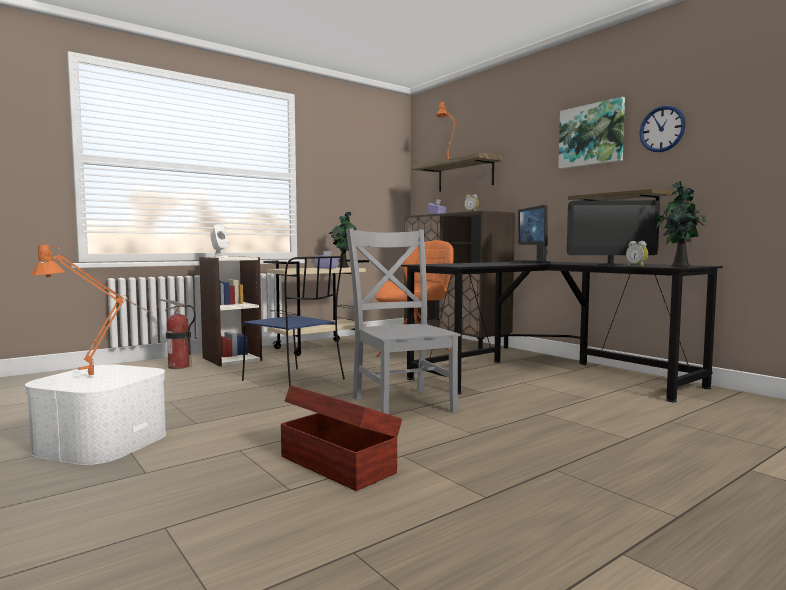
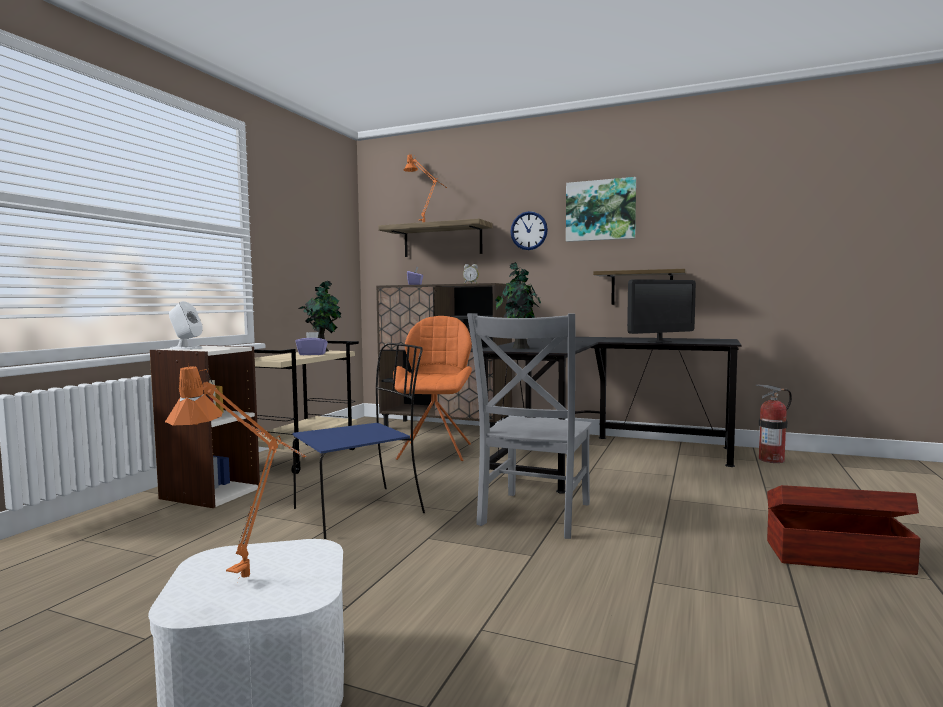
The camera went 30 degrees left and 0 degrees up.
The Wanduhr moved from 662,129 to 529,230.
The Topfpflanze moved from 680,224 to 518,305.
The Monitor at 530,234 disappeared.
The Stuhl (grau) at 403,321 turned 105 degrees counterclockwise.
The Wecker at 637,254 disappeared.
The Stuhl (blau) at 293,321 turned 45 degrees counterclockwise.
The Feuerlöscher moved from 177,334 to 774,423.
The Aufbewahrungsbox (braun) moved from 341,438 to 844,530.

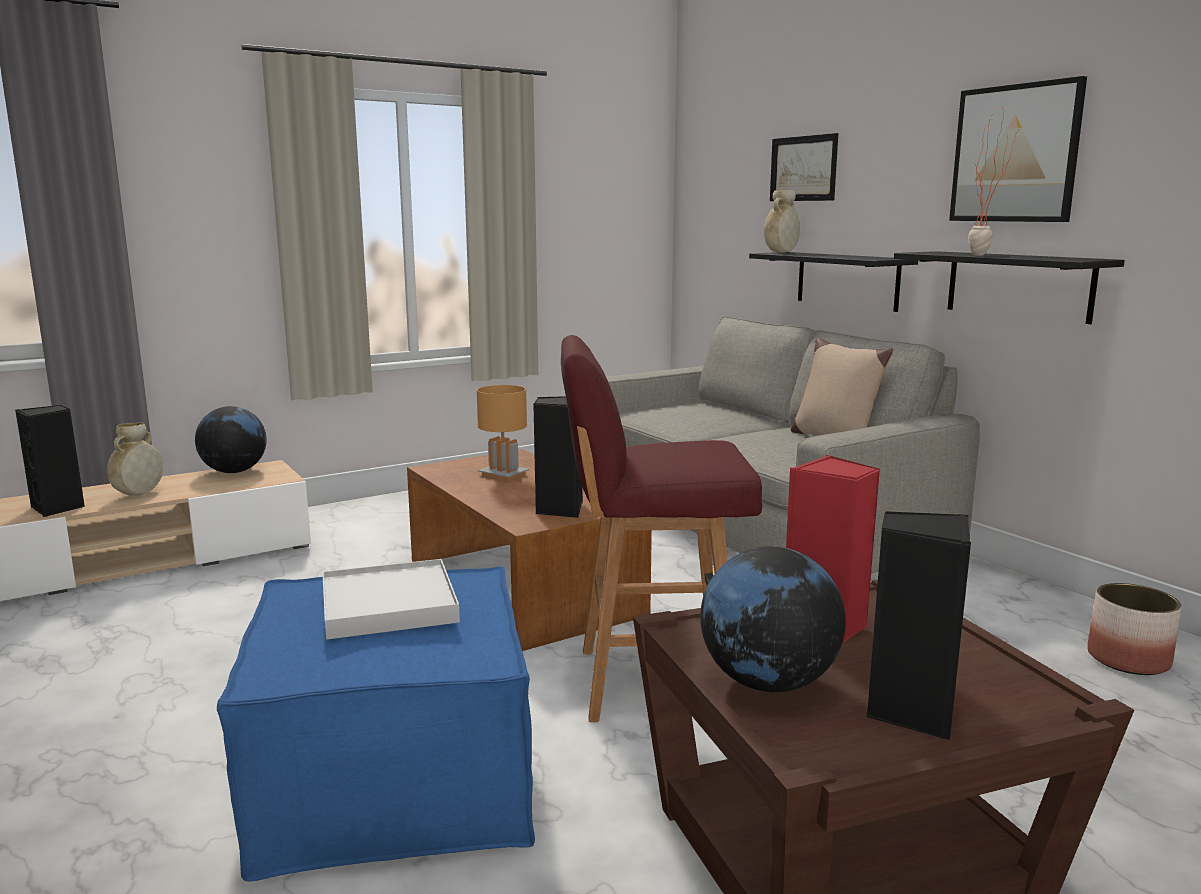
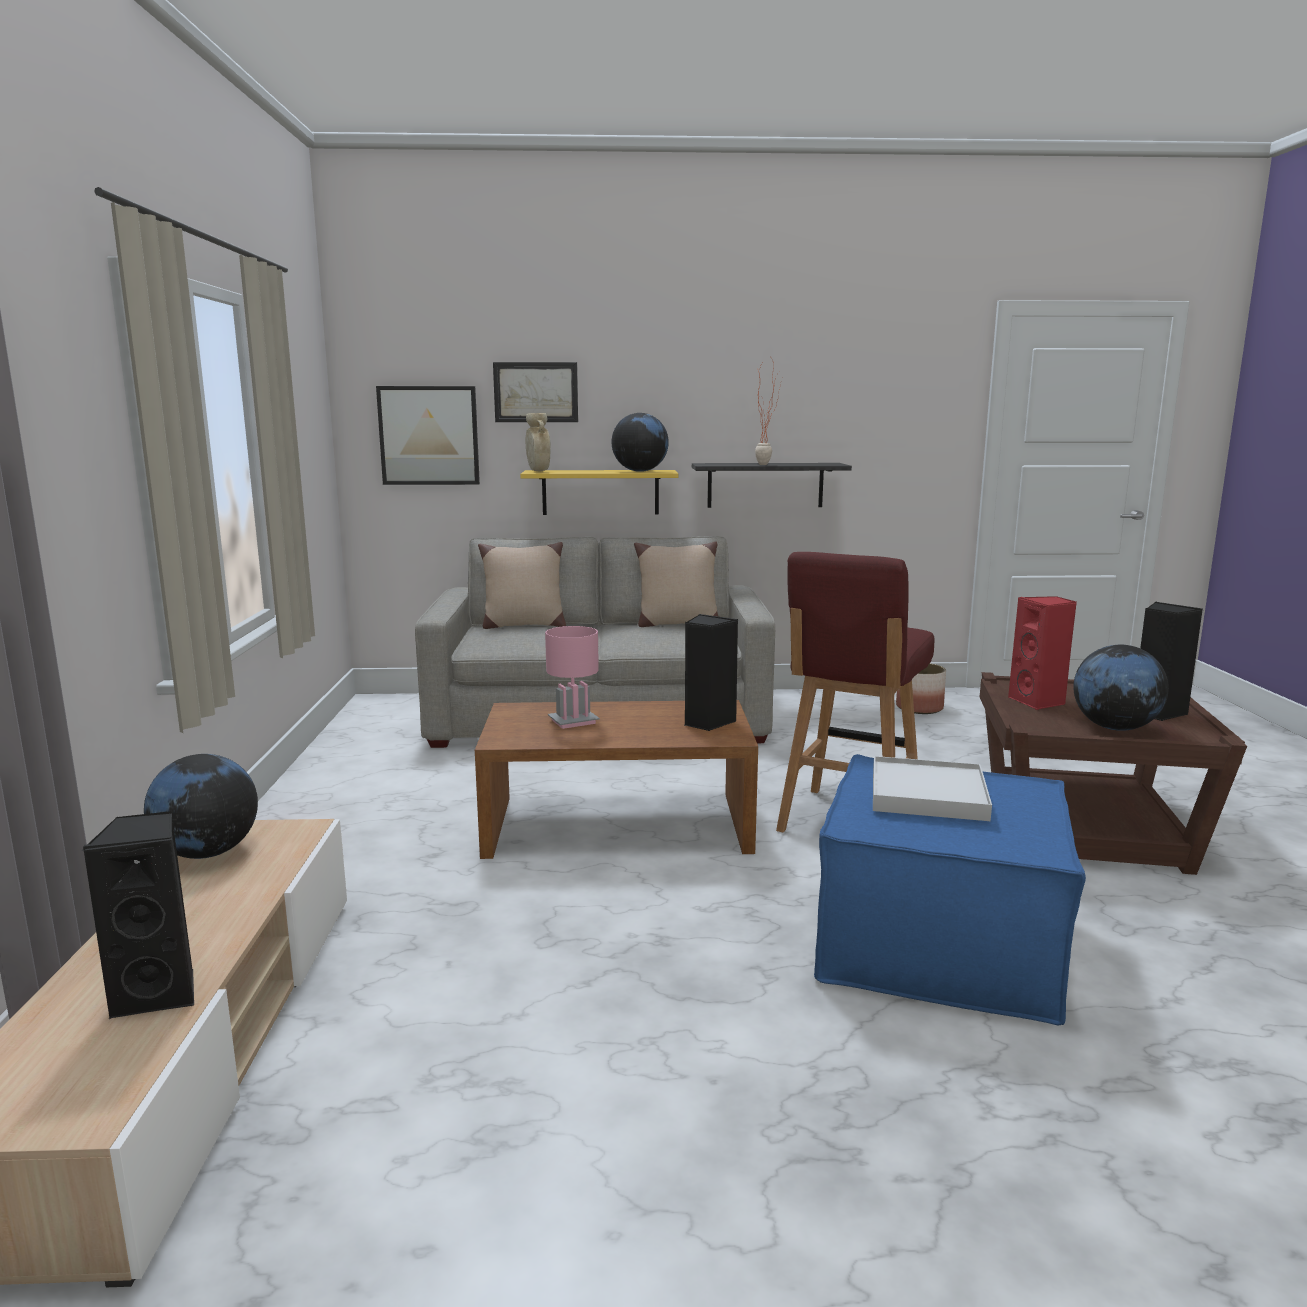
The camera went 60 degrees left and 0 degrees up.
The Bild moved from 1018,149 to 428,435.
The Wandregal (schwarz) at 833,282 became the Wandregal (gelb) at 599,492.
The Tischlampe (braun) at 503,433 became the Tischlampe (rosa) at 572,677.
The Vase (beige) at 135,459 disappeared.
The Globus at 640,442 appeared.
The Kissen (beige) at 522,585 appeared.

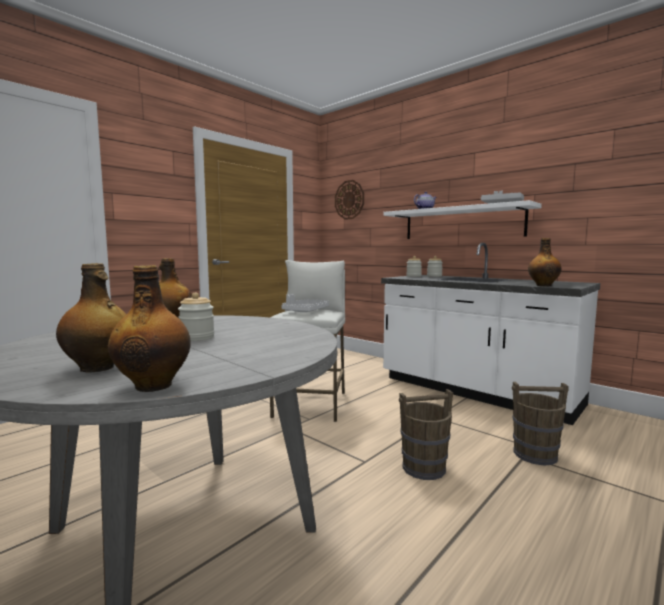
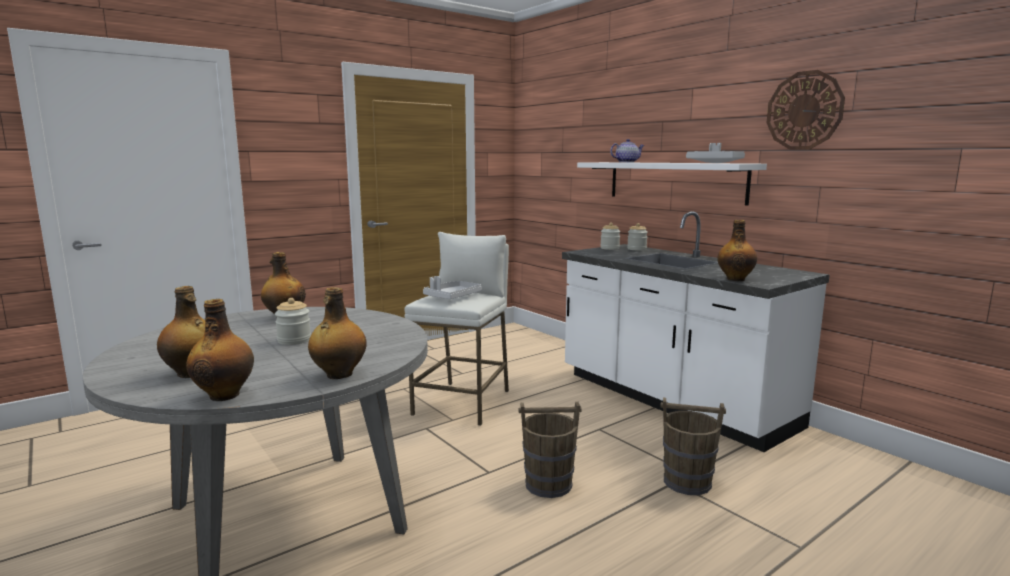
The camera went 10 degrees right and 5 degrees up.
The Wanduhr moved from 349,200 to 806,110.
The Flasche at 337,333 appeared.

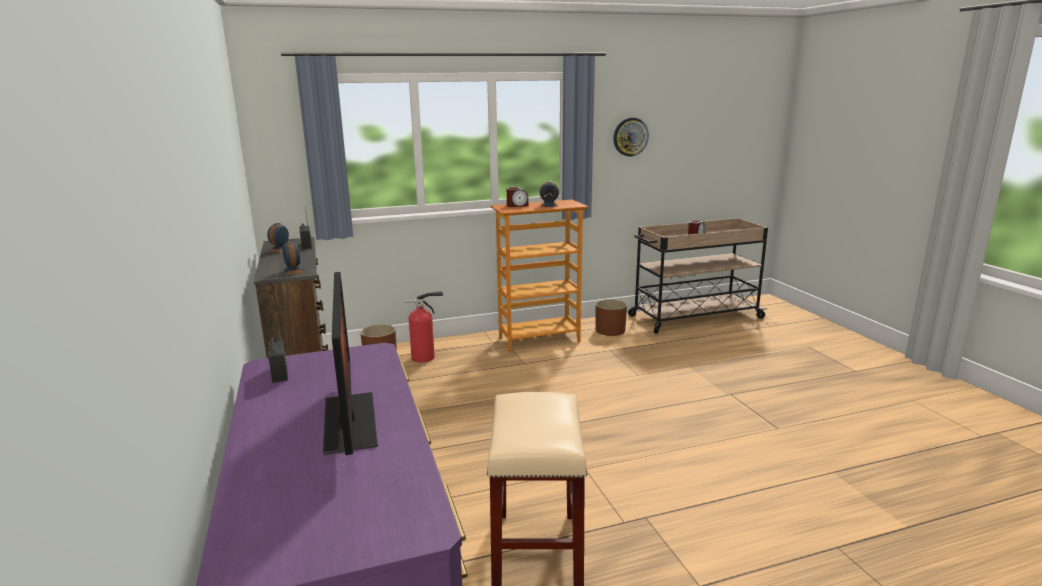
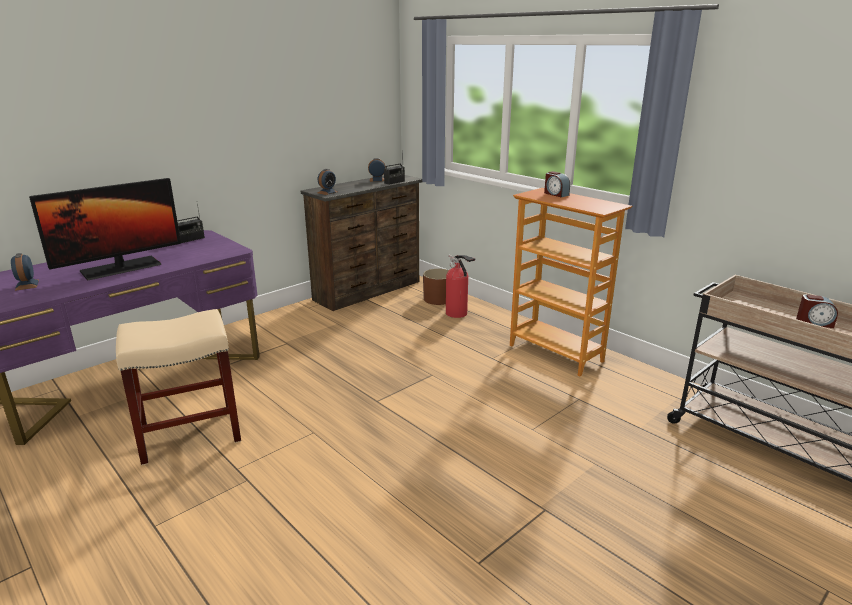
The camera went 65 degrees right and 5 degrees up.
The Wanduhr at 631,137 disappeared.
The Wecker moved from 549,194 to 25,272.
The Pflanzkübel (braun) at 611,317 disappeared.

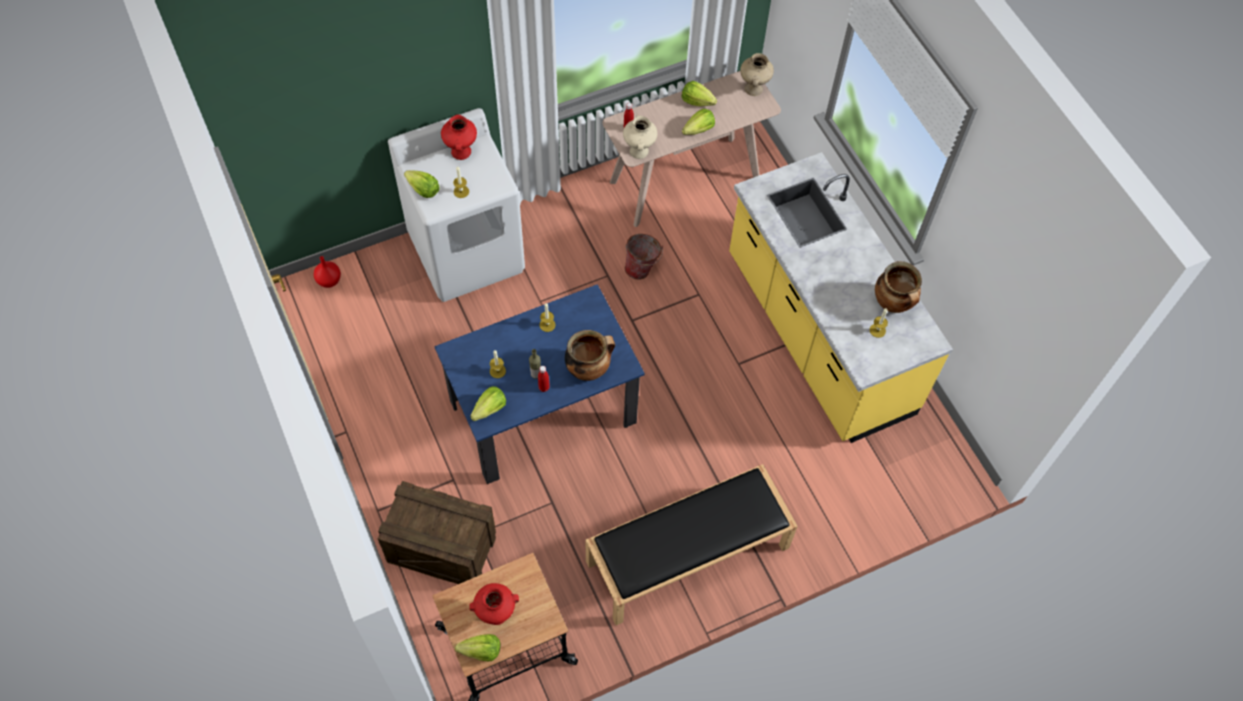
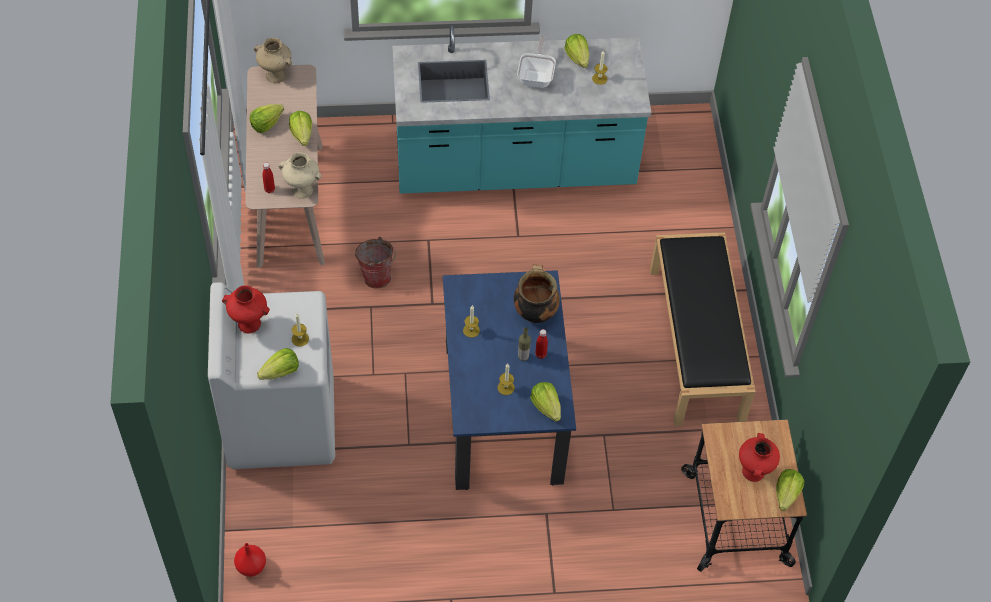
The camera went 70 degrees left and 5 degrees down.
The Küchenzeile (gelb) at 841,297 became the Küchenzeile (türkis) at 522,109.
The Kochtopf at 898,287 was replaced by the Salatkopf at 576,51.
The Kiste at 437,532 disappeared.
The Pfanne at 536,62 appeared.

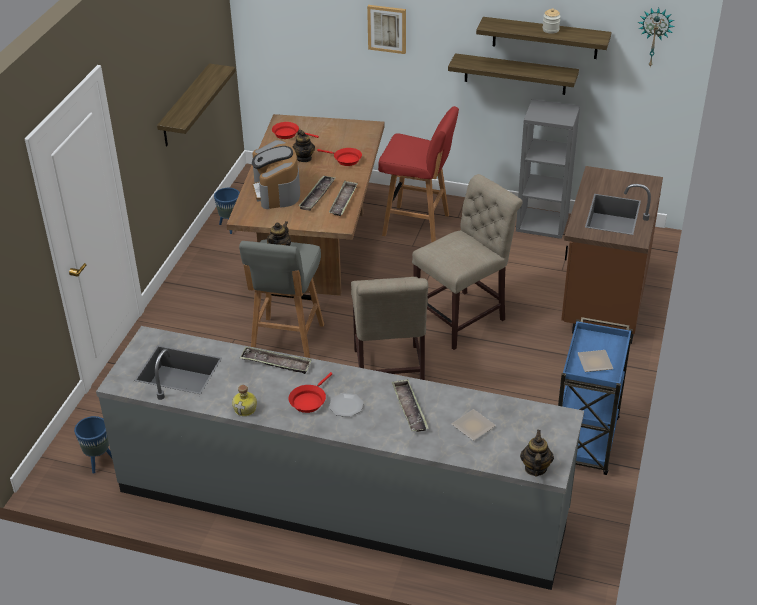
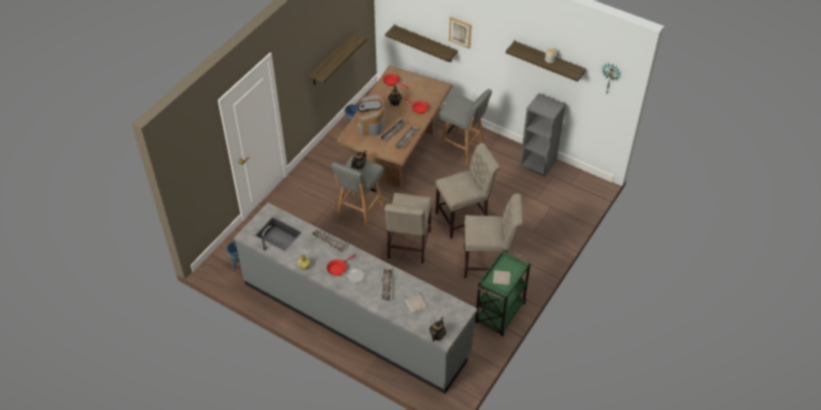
The camera went 15 degrees right and 10 degrees up.
The Wandregal moved from 513,74 to 421,43.
The Hocker (rot) at 418,174 became the Hocker (grau) at 465,127.
The Küchenzeile (braun) at 612,255 disappeared.
The Rollwagen (blau) at 595,396 became the Rollwagen (grün) at 503,292.
The Stuhl (beige) at 493,236 appeared.

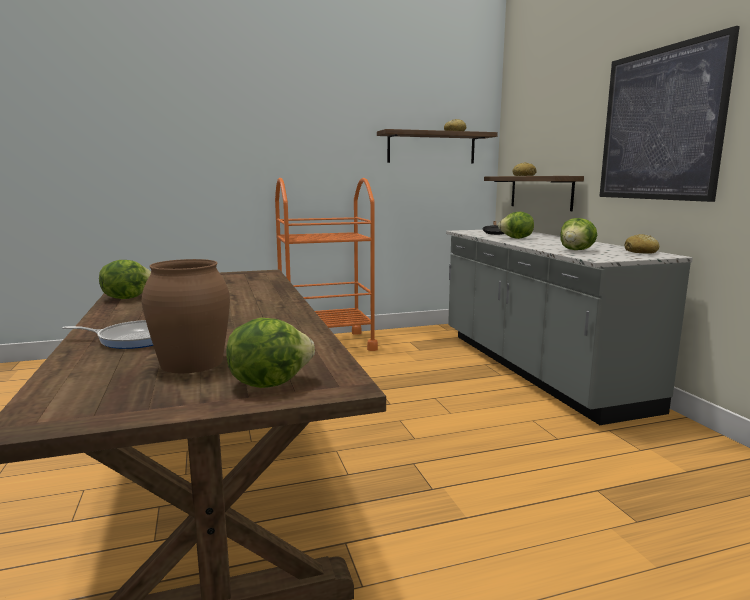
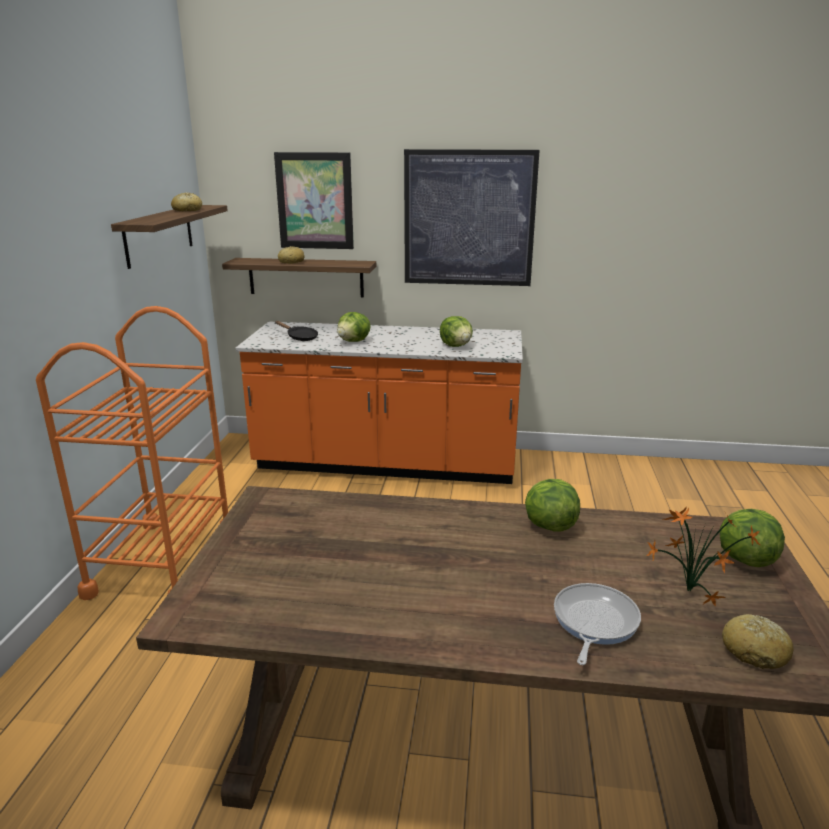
The camera went 65 degrees left and 10 degrees up.
The Küchenzeile (grau) at 569,327 became the Küchenzeile (orange) at 379,403.
The Brot moved from 642,244 to 757,641.
The Vase (braun) at 186,316 was replaced by the Topfpflanze at 703,557.
The Salatkopf moved from 125,279 to 552,505.
The Bild at 314,200 appeared.

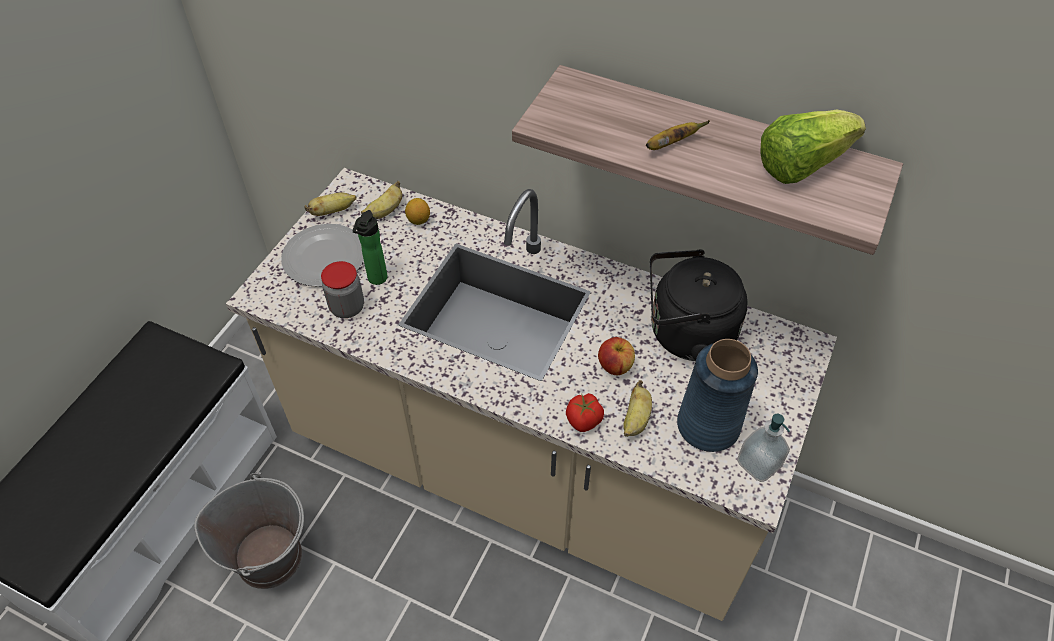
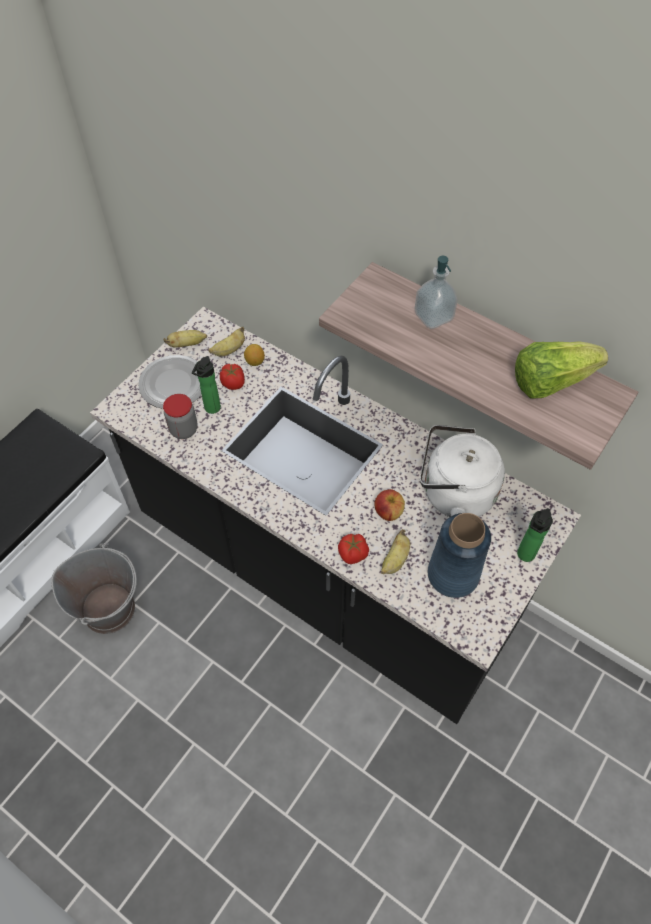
The camera went 10 degrees right and 5 degrees up.
The Banane at 678,135 disappeared.
The Küchenzeile (beige) at 531,394 became the Küchenzeile (schwarz) at 335,515.
The Wasserkessel (schwarz) at 699,305 became the Wasserkessel (weiß) at 462,471.
The Seifenspender moved from 763,448 to 436,292.
The Tomate at 232,377 appeared.
The Flasche at 535,535 appeared.

